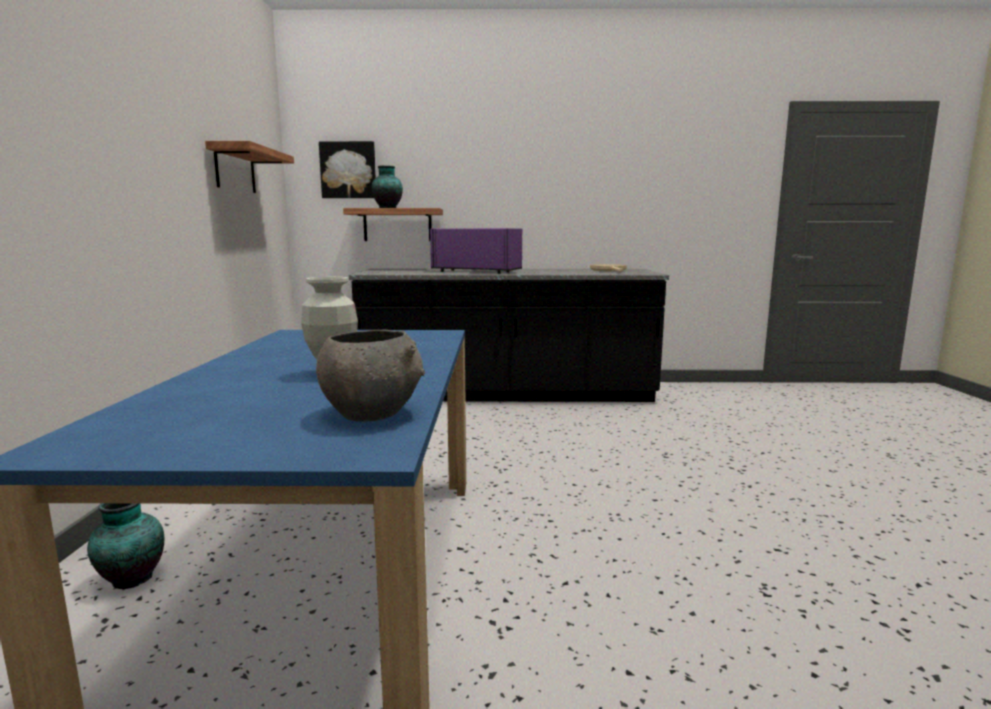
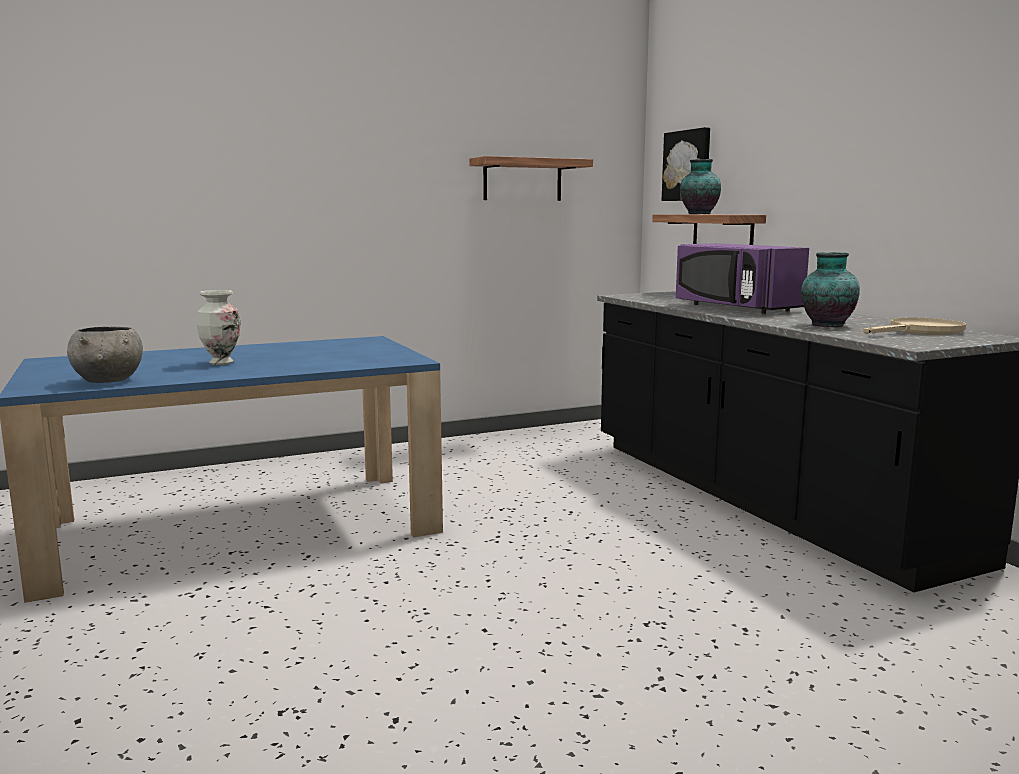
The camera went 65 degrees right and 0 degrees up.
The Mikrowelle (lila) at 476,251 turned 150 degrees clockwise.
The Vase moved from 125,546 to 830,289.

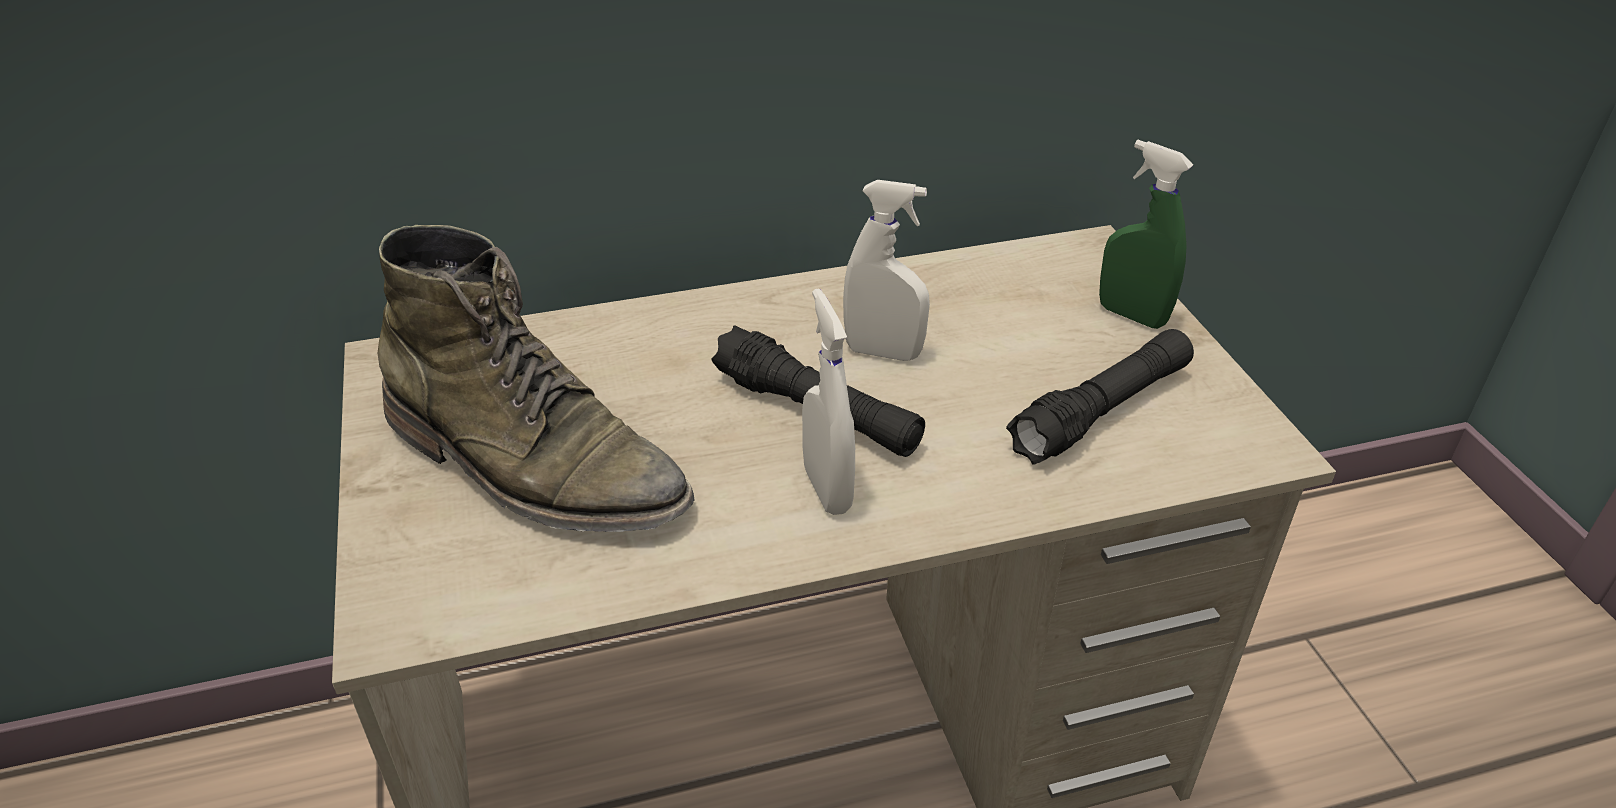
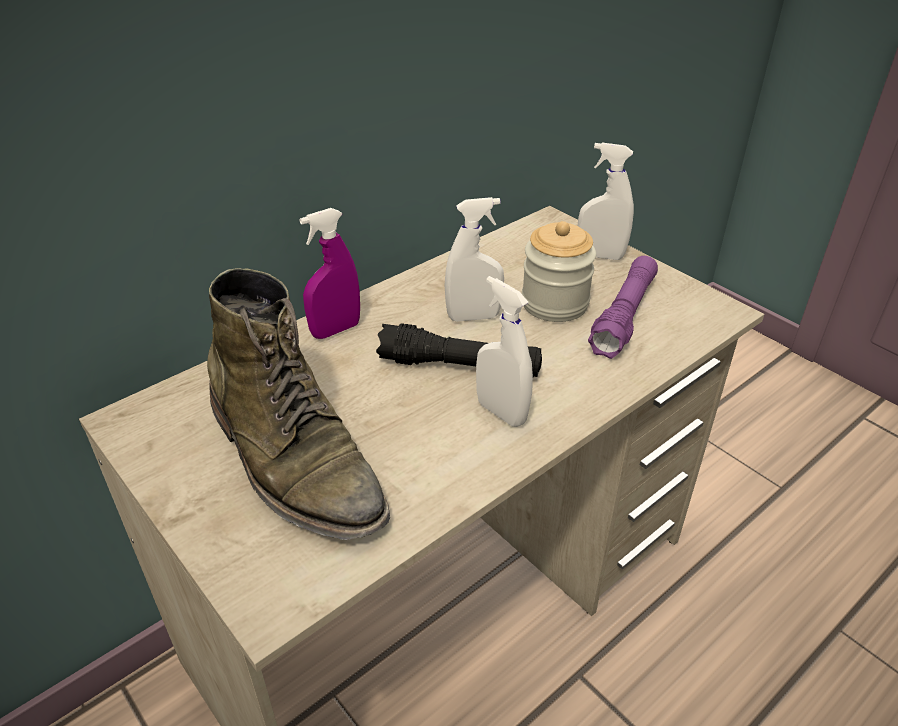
The camera went 25 degrees left and 0 degrees up.
The Sprühflasche (grün) at 1146,234 became the Sprühflasche (weiß) at 606,201.
The Stiefel (grün) at 536,378 turned 45 degrees clockwise.
The Taschenlampe (schwarz) at 1100,397 became the Taschenlampe (lila) at 623,307.
The Sprühflasche (lila) at 329,273 appeared.
The Vorratsglas at 559,271 appeared.

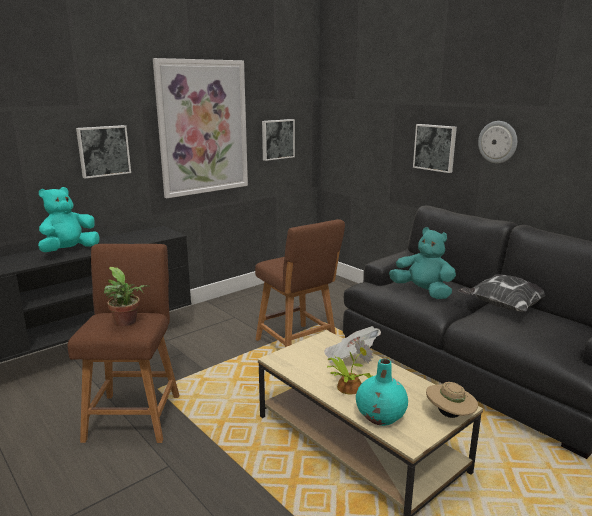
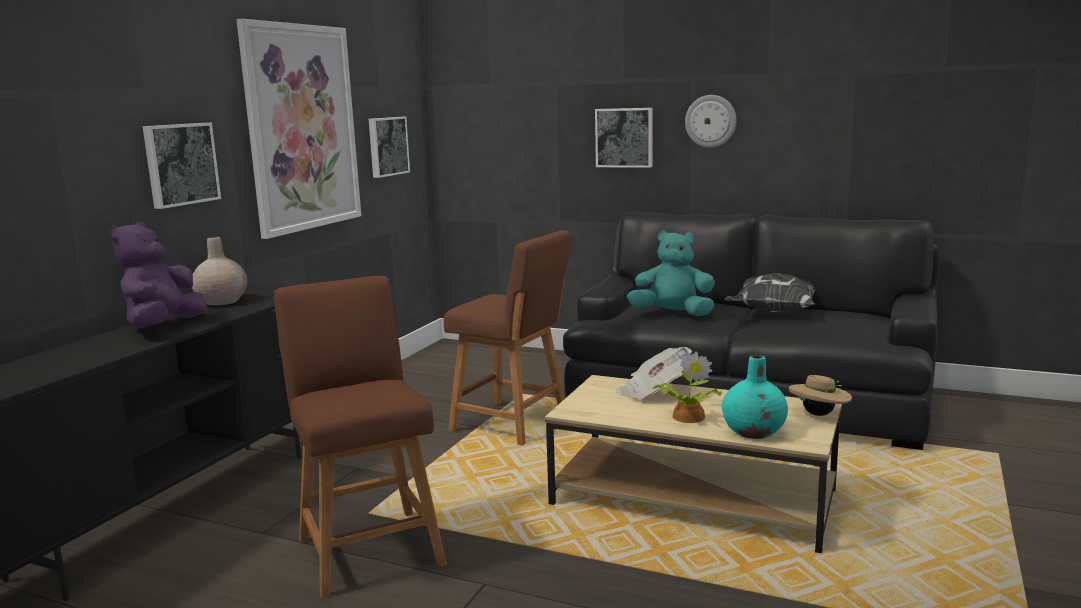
The camera went 25 degrees left and 5 degrees down.
The Plüschtier (türkis) at 68,219 became the Plüschtier (lila) at 158,275.
The Topfpflanze at 126,296 disappeared.
The Vase (beige) at 220,271 appeared.

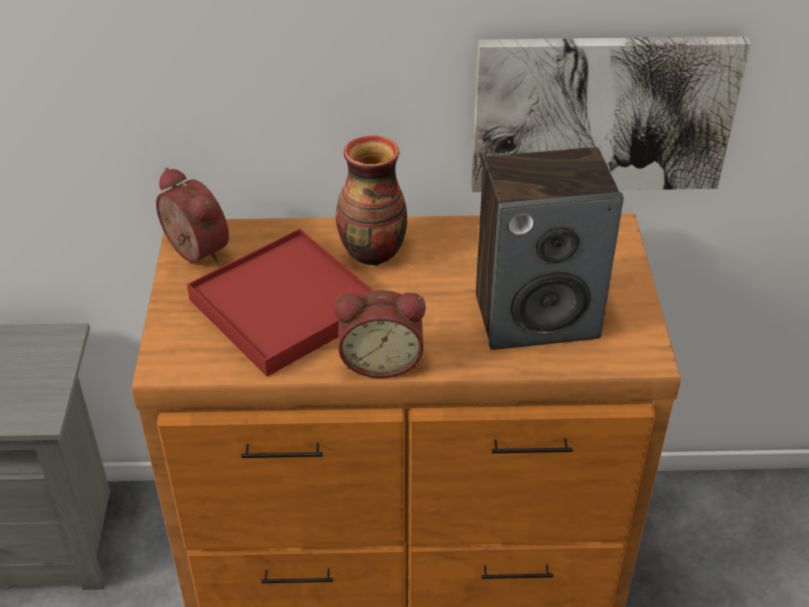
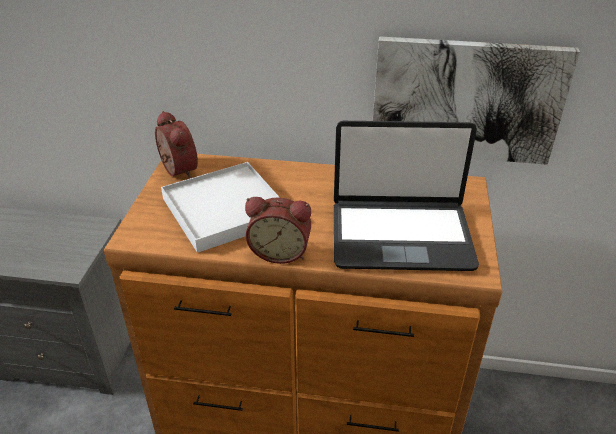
The camera went 10 degrees right and 5 degrees down.
The Vase at 371,200 disappeared.
The Lautsprecher at 549,248 was replaced by the Laptop at 406,196.
The Tablett (rot) at 280,302 became the Tablett (weiß) at 220,207.

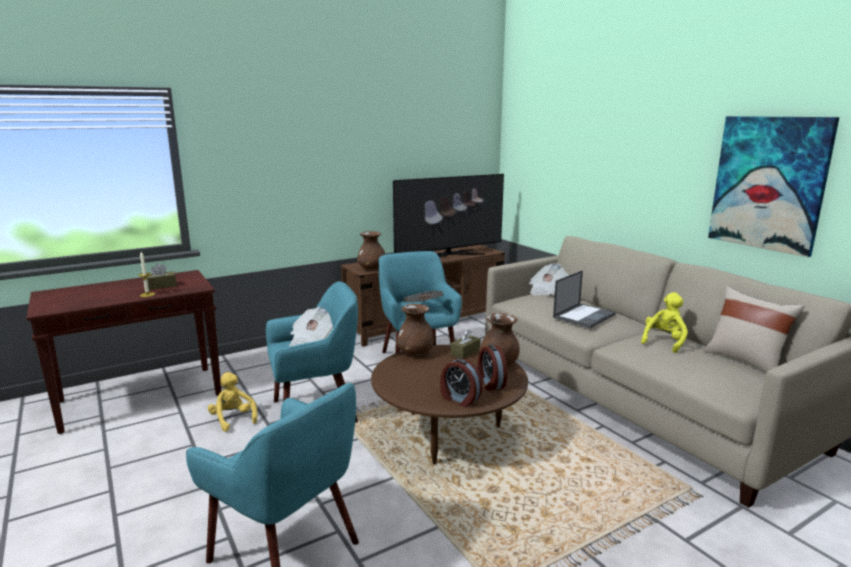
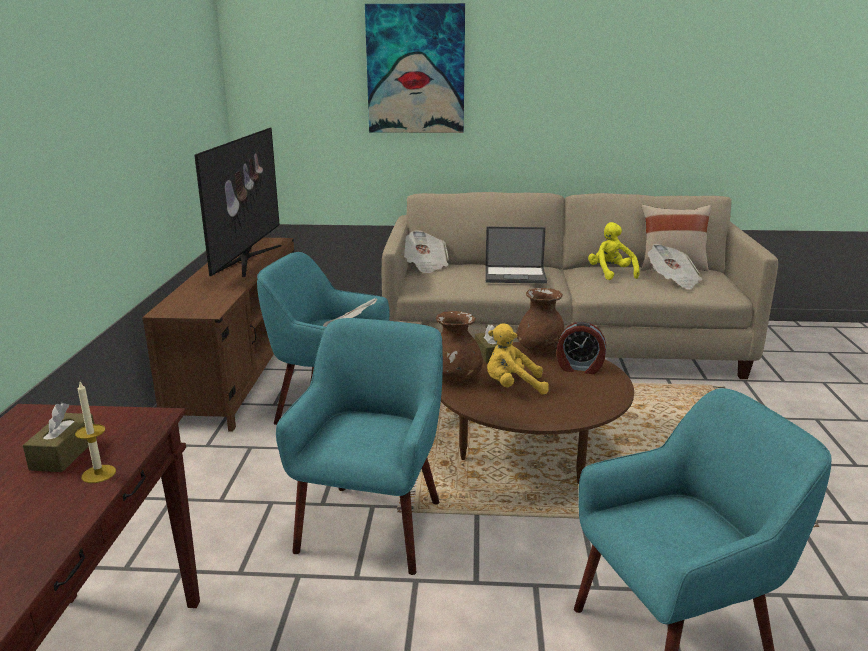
The camera went 55 degrees left and 5 degrees up.
The Bild moved from 773,186 to 415,68.
The Vase (braun) at 371,250 disappeared.
The Laptop at 584,299 turned 105 degrees clockwise.
The Zeitung moved from 311,327 to 675,267.
The Wecker at 461,382 disappeared.
The Plüschtier (gelb) moved from 232,402 to 518,359.

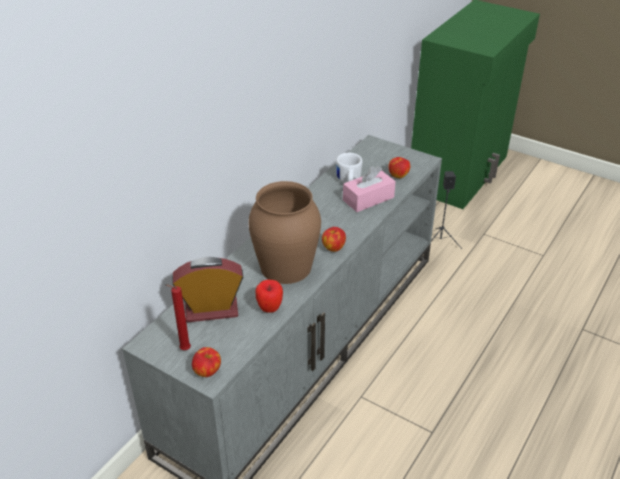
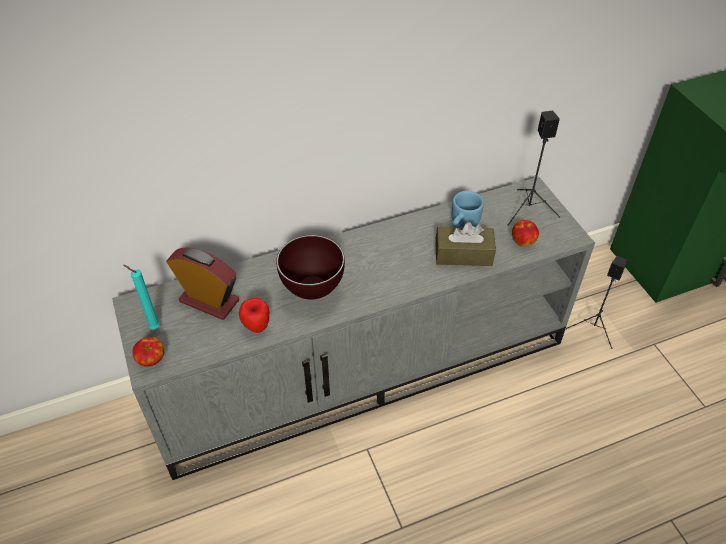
The camera went 35 degrees right and 10 degrees up.
The Henkelbecher (weiß) at 349,168 became the Henkelbecher (blau) at 468,209.
The Taschentuchbox (rosa) at 369,189 became the Taschentuchbox (braun) at 465,244.
The Vase (braun) at 284,232 was replaced by the Schüssel (braun) at 310,267.
The Apfel at 334,239 disappeared.
The Kerze (rot) at 178,317 became the Kerze (türkis) at 142,297.
The Lautsprecher (schwarz) at 534,168 appeared.

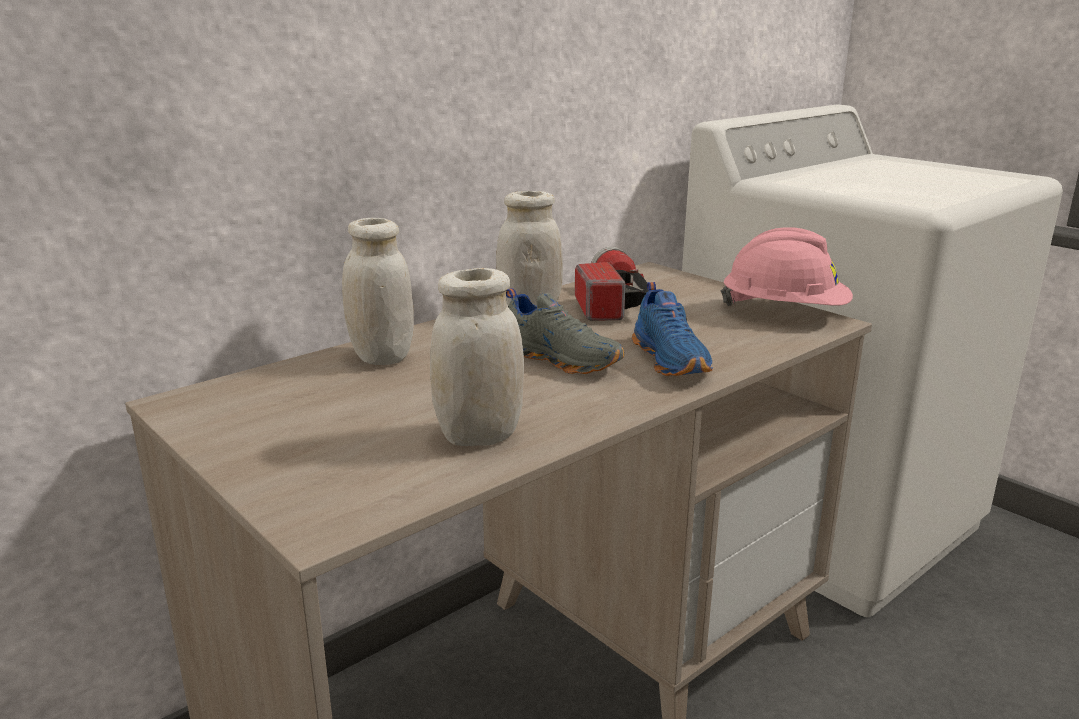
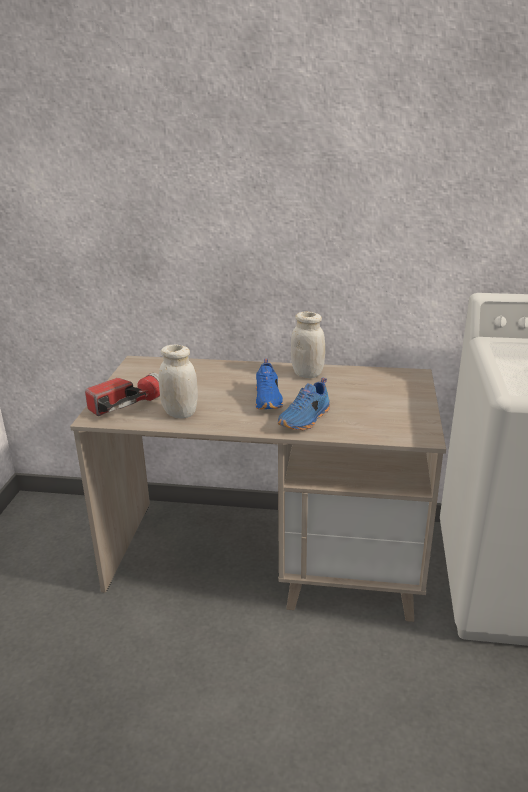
The camera went 50 degrees right and 5 degrees up.
The Vorratsglas (weiß) at 378,291 disappeared.
The Schutzhelm (rosa) at 787,267 disappeared.
The Taschenlampe moved from 612,283 to 122,394.
The Schuh (grau) at 565,331 became the Schuh (blau) at 269,384.

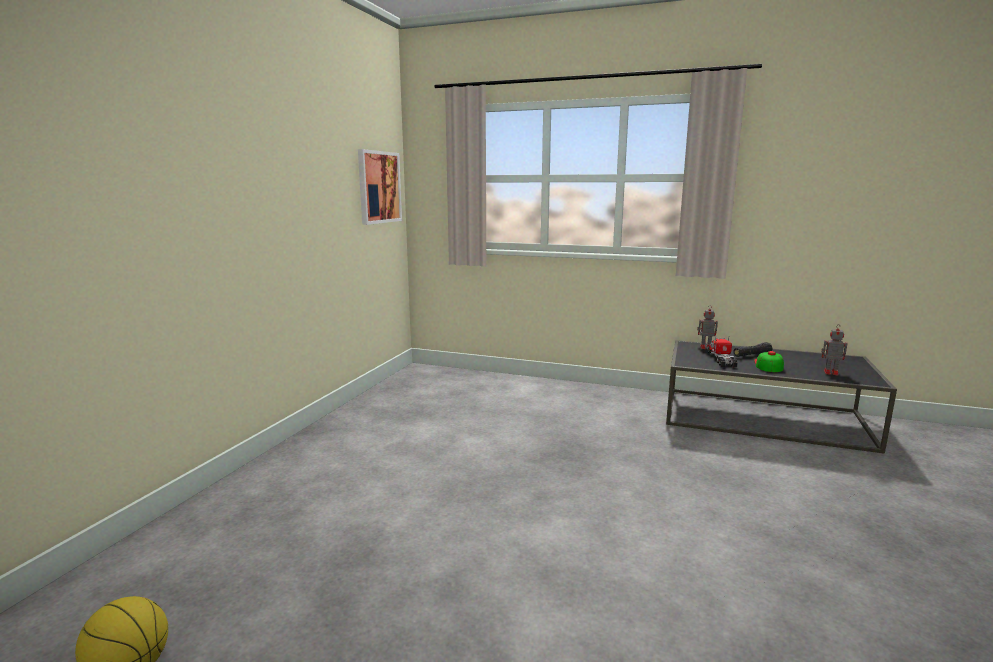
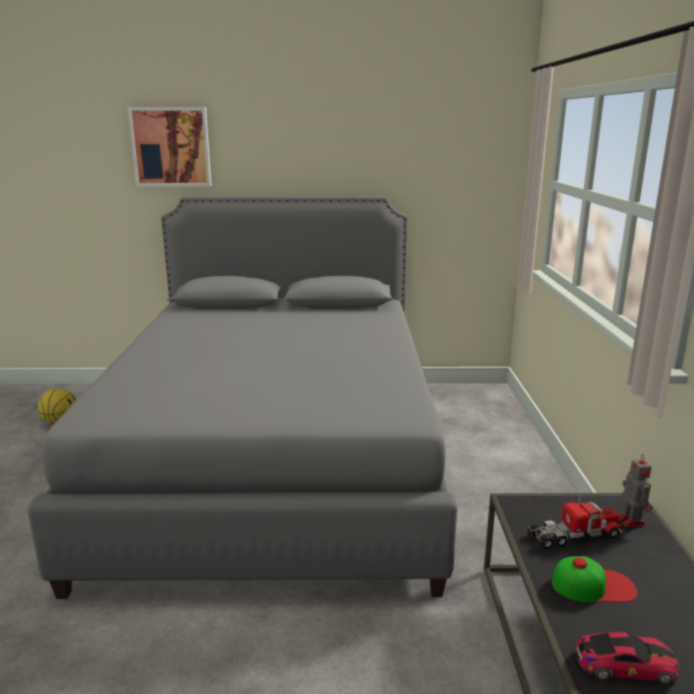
The camera went 70 degrees right and 5 degrees up.
The Bild moved from 380,187 to 169,147.
The Spielzeugroboter at 834,349 was replaced by the Spielzeugauto at 627,658.
The Taschenlampe (schwarz) at 753,349 disappeared.
The Bett (grau) at 243,397 appeared.

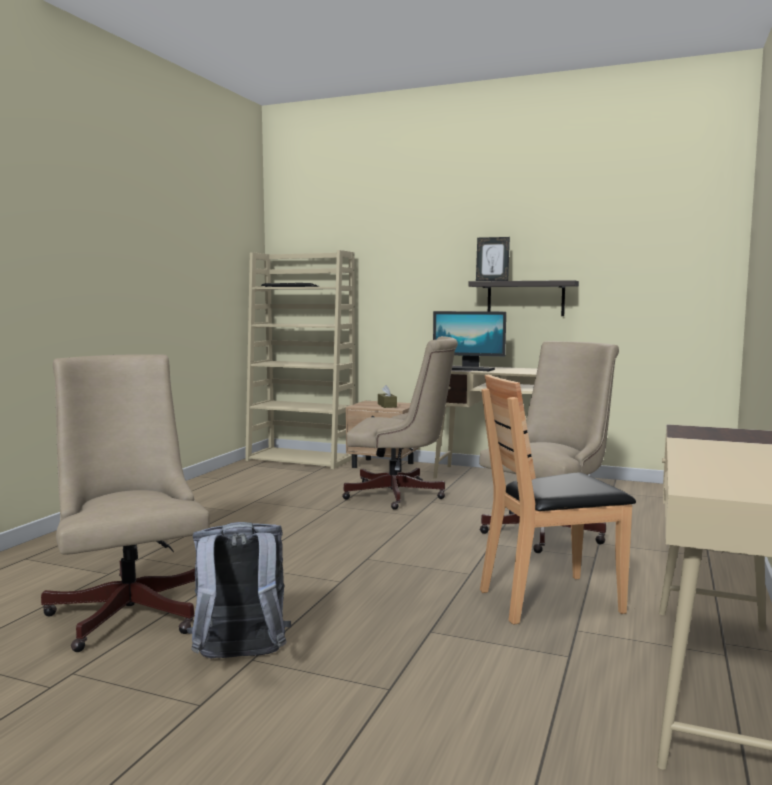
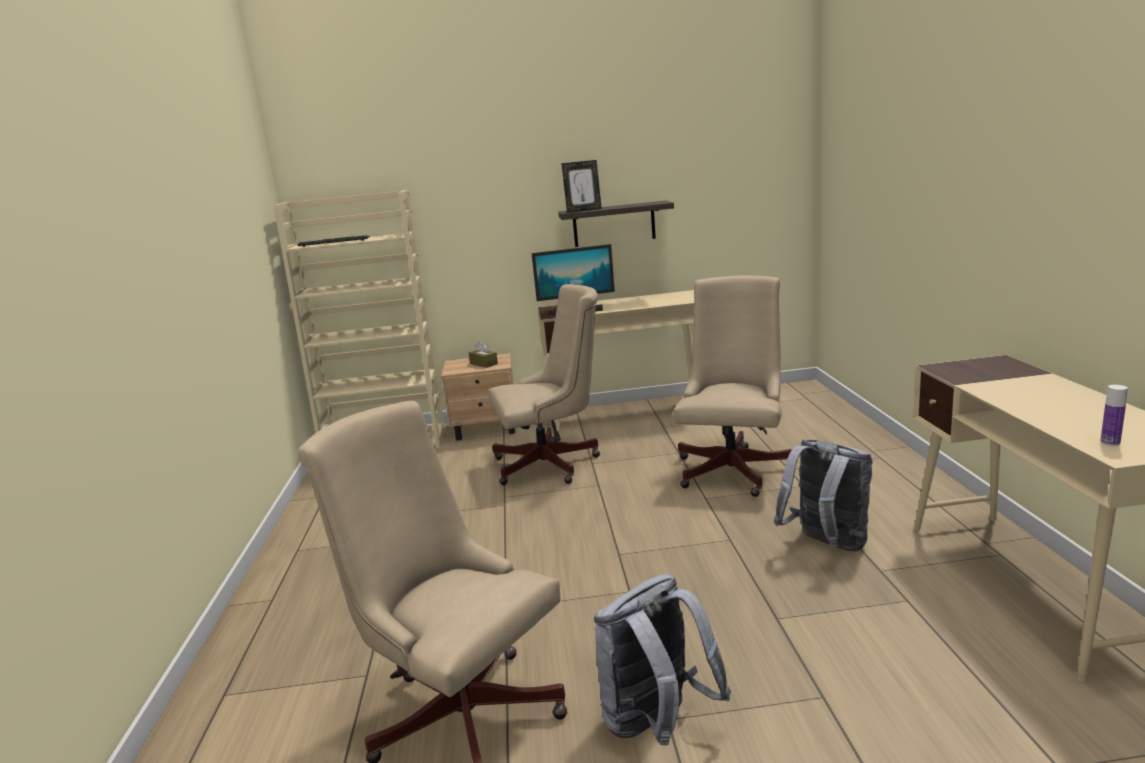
The camera went 25 degrees left and 10 degrees up.
The Stuhl (braun) at 558,499 was replaced by the Rucksack (grau) at 823,496.
The Flasche at 1114,415 appeared.

